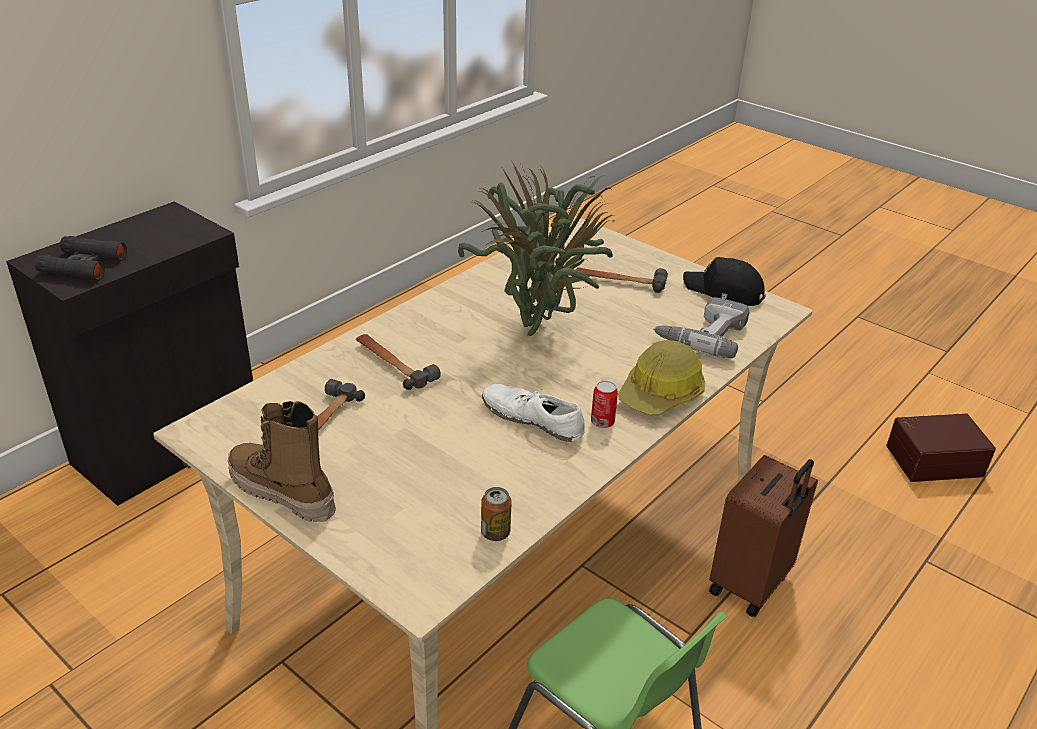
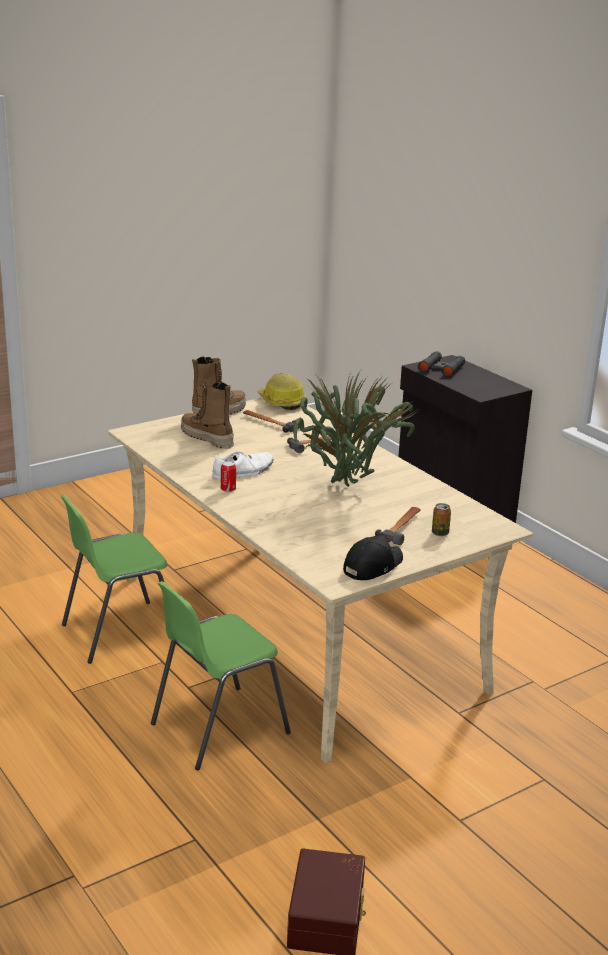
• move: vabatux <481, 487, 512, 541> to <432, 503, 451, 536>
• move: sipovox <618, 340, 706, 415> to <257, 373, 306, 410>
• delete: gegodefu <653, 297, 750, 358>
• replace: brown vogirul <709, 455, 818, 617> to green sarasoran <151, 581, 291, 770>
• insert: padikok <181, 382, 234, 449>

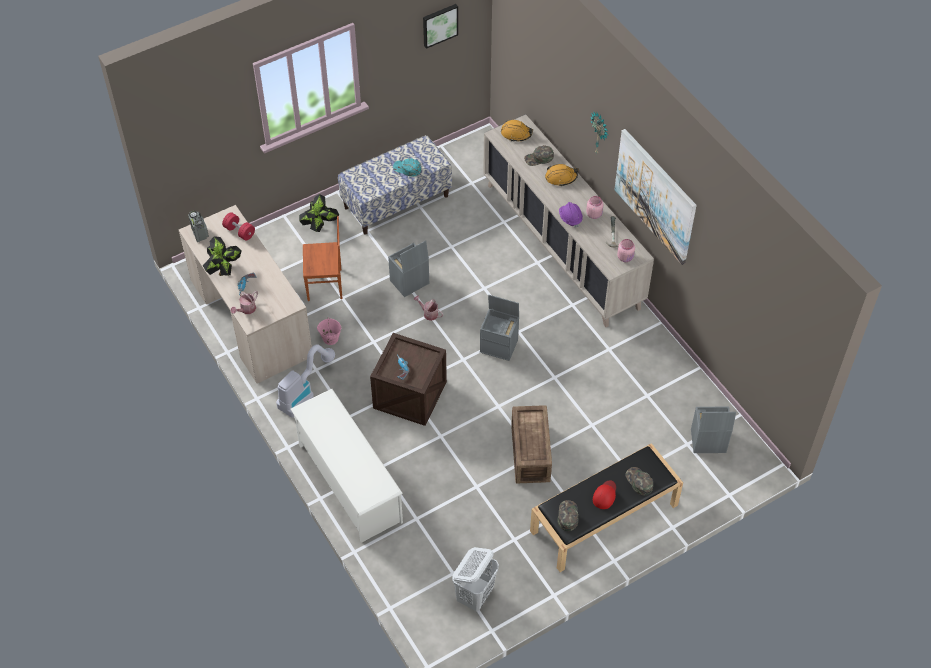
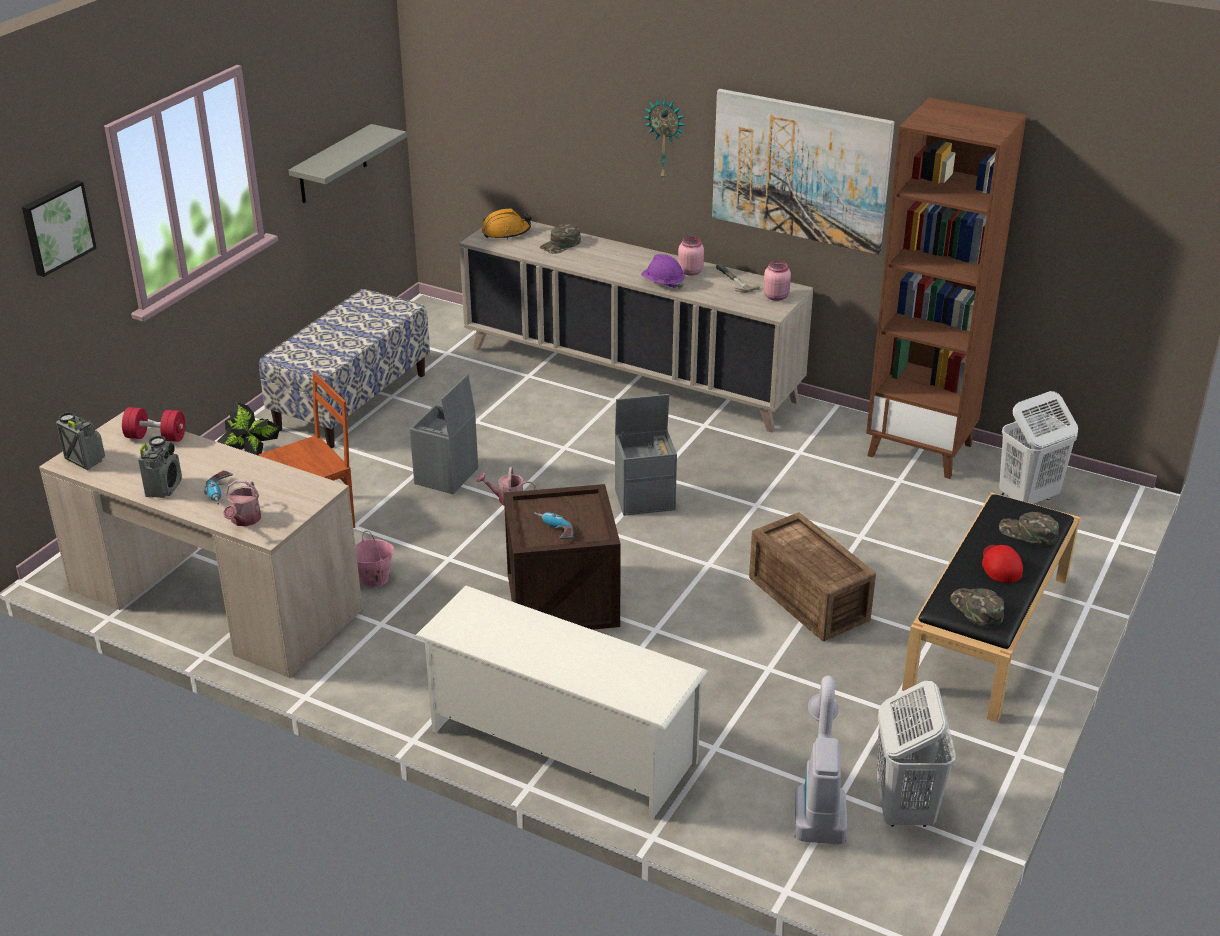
• replace: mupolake <203, 236, 242, 276> to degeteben <138, 436, 182, 498>
• move: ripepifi <276, 345, 335, 418> to <794, 676, 847, 844>
• delete: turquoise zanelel <393, 158, 421, 177>
• move: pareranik <423, 4, 458, 49> to <22, 180, 97, 277>
• delete: orange sipovox <545, 164, 579, 187>
• replace: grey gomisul <691, 407, 736, 453> to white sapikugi <999, 391, 1078, 504>
• insert: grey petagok <289, 124, 407, 203>
• insert: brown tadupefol <866, 98, 1027, 479>

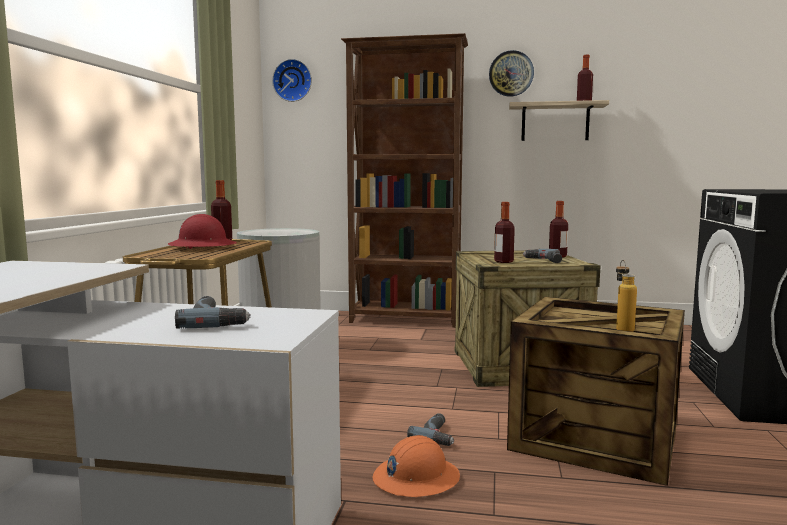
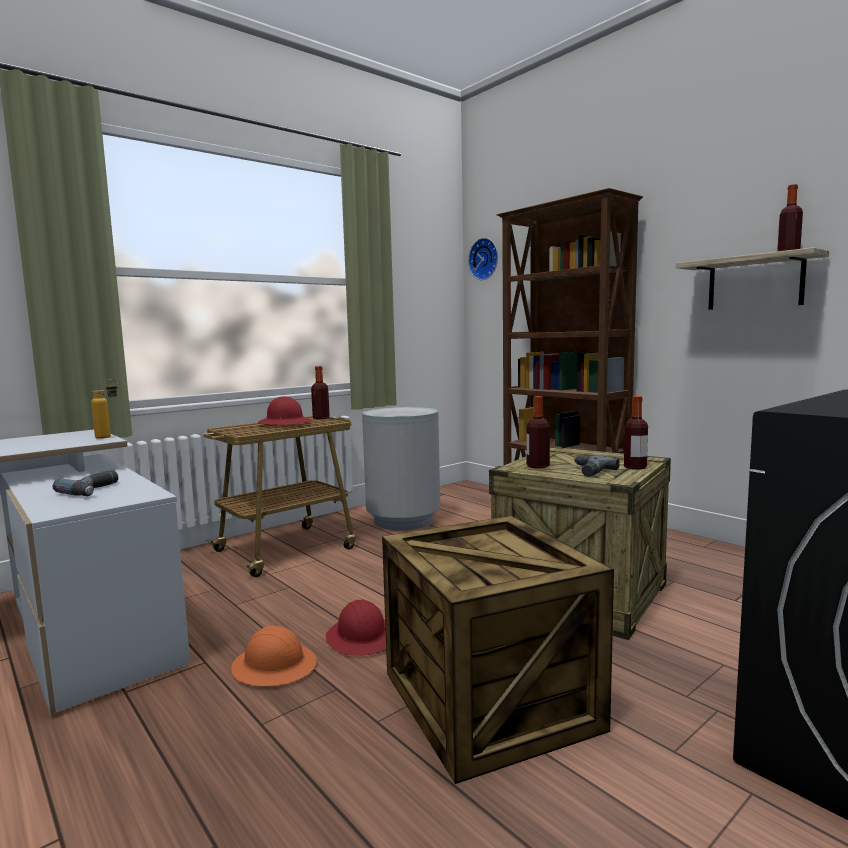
• replace: gegodefu <407, 413, 454, 446> to red sipovox <326, 599, 386, 656>
• delete: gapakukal <489, 50, 534, 97>
• move: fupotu <616, 260, 637, 332> to <91, 379, 118, 439>

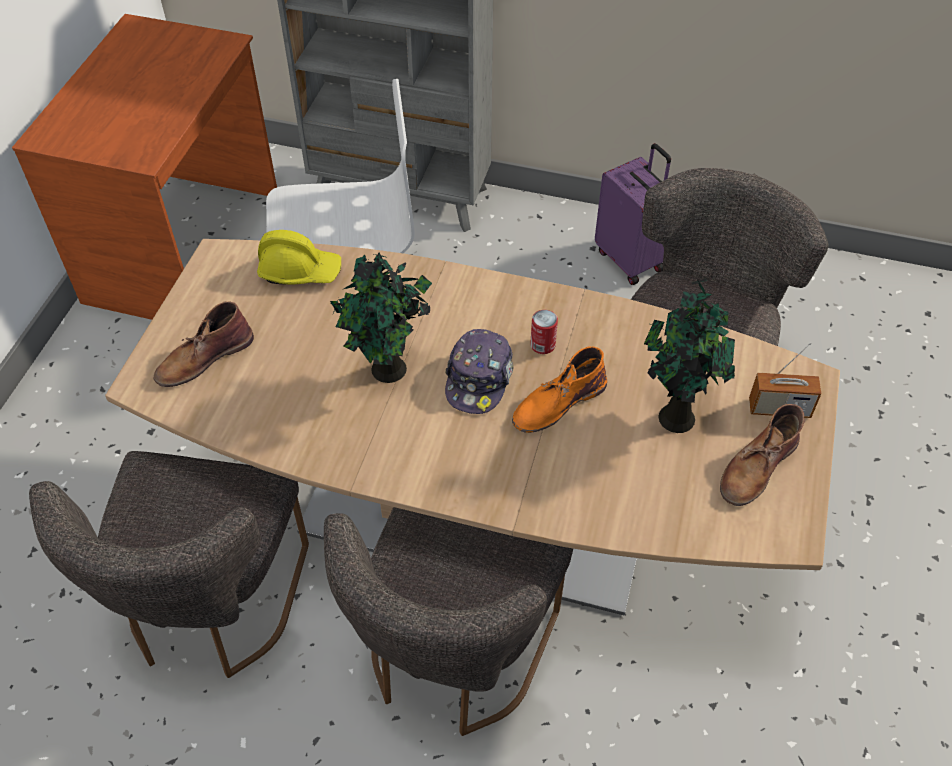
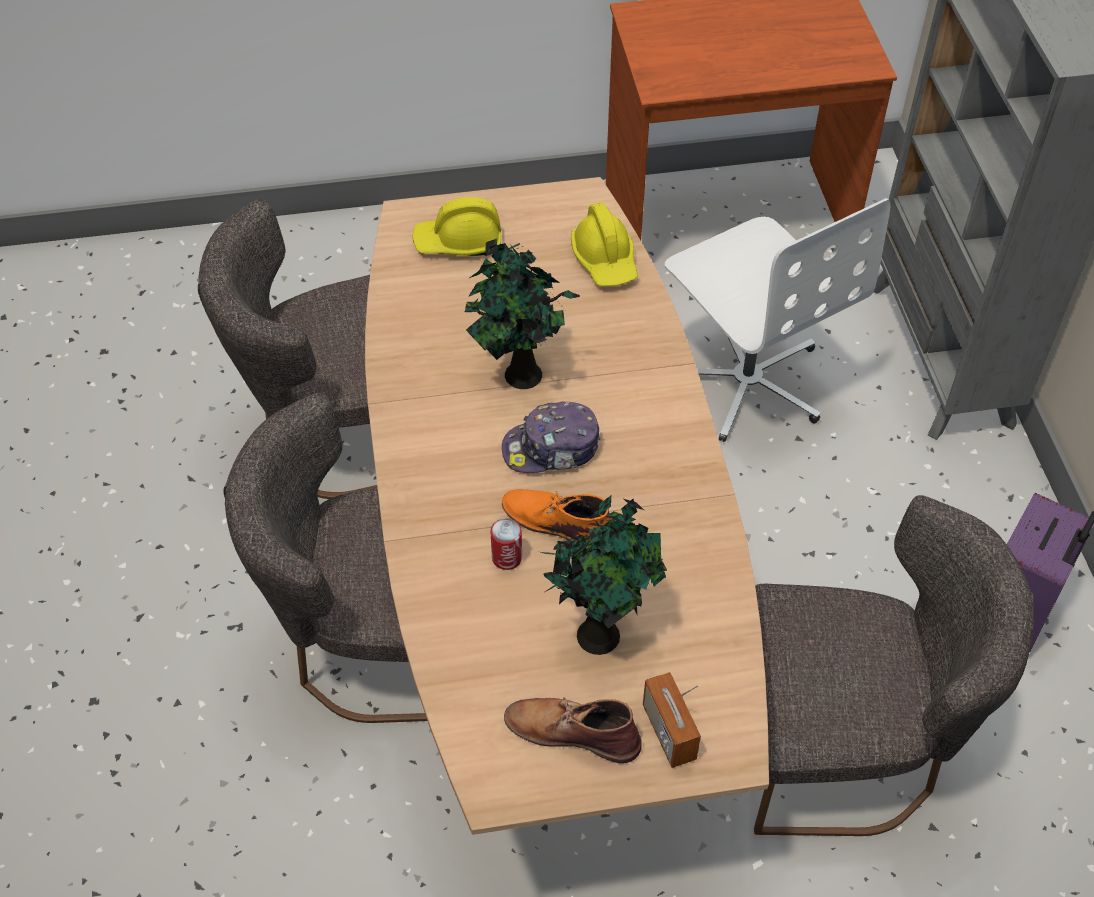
• replace: brown padikok <154, 301, 254, 387> to yellow sipovox <412, 197, 501, 256>
• move: vabatux <530, 310, 558, 354> to <491, 518, 522, 570>

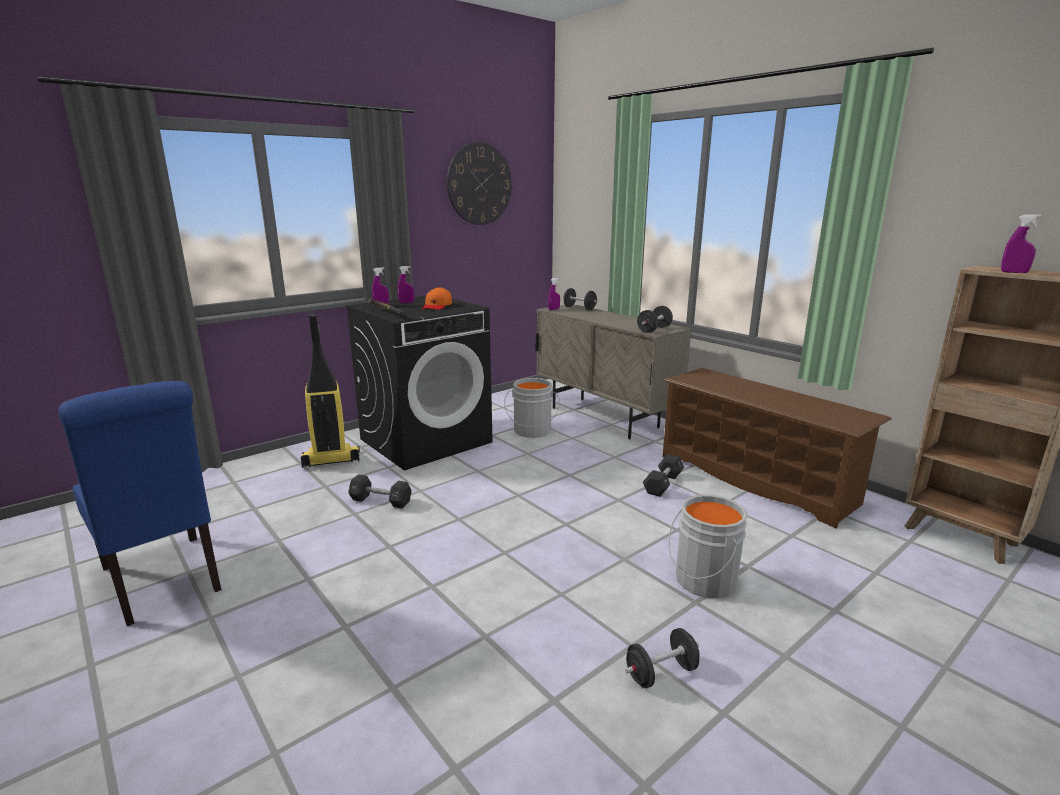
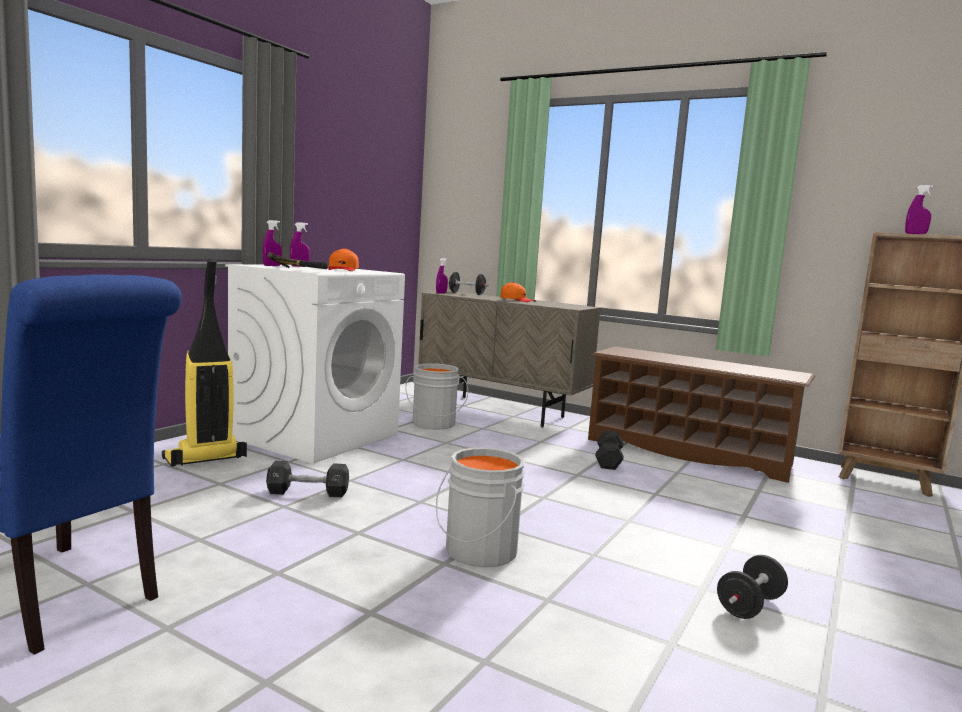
• recolor: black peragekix <345, 295, 493, 470> to white peragekix <225, 264, 405, 463>
• delete: gapakukal <447, 142, 512, 225>
• delete: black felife <637, 306, 673, 333>
• move: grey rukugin <669, 495, 748, 598> to <436, 447, 525, 567>
• insert: orange zanelel <500, 282, 536, 302>

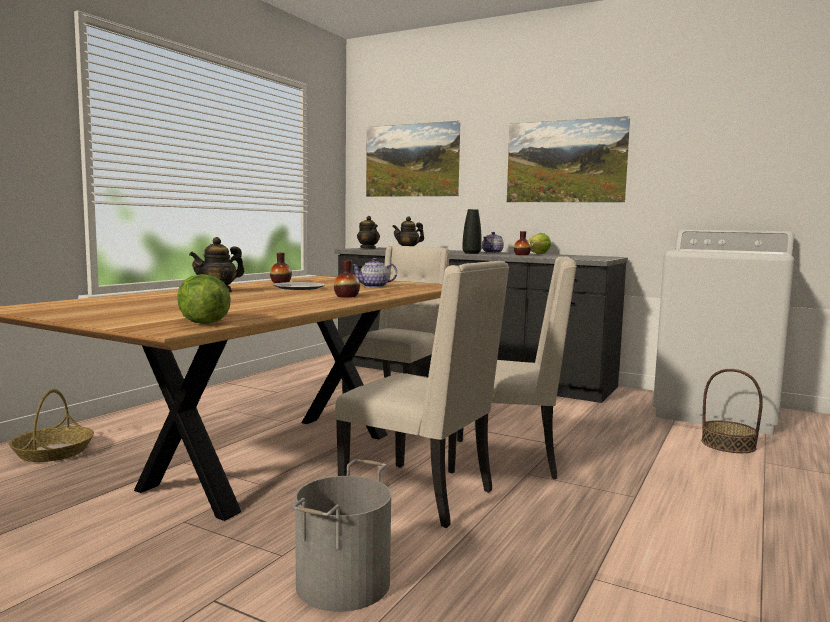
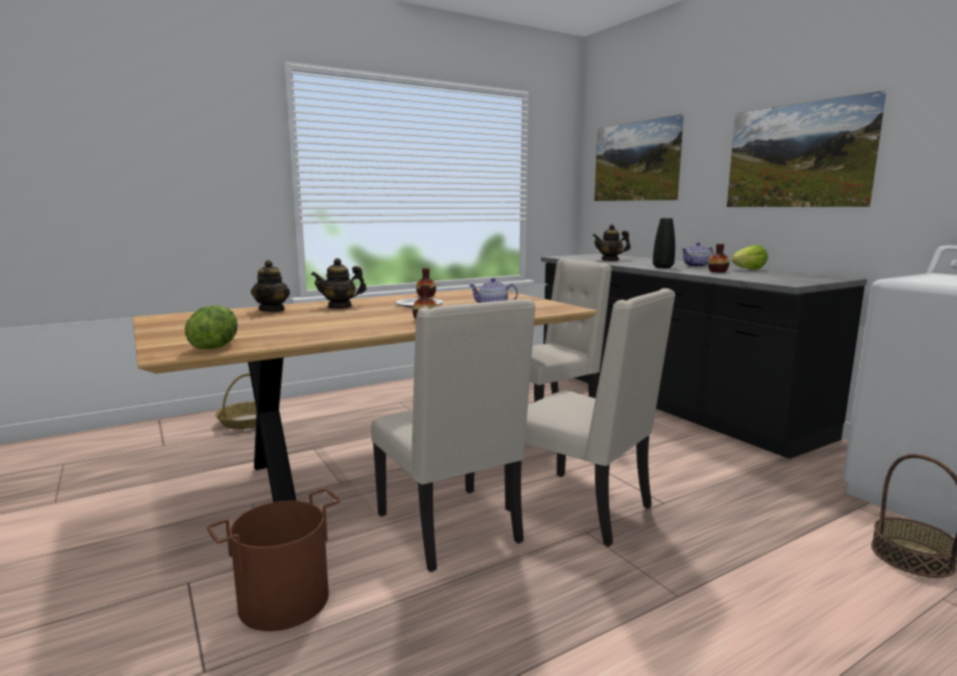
• recolor: grey rukugin <292, 459, 391, 612> to brown rukugin <207, 488, 341, 631>
• move: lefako <357, 216, 380, 249> to <251, 260, 290, 312>

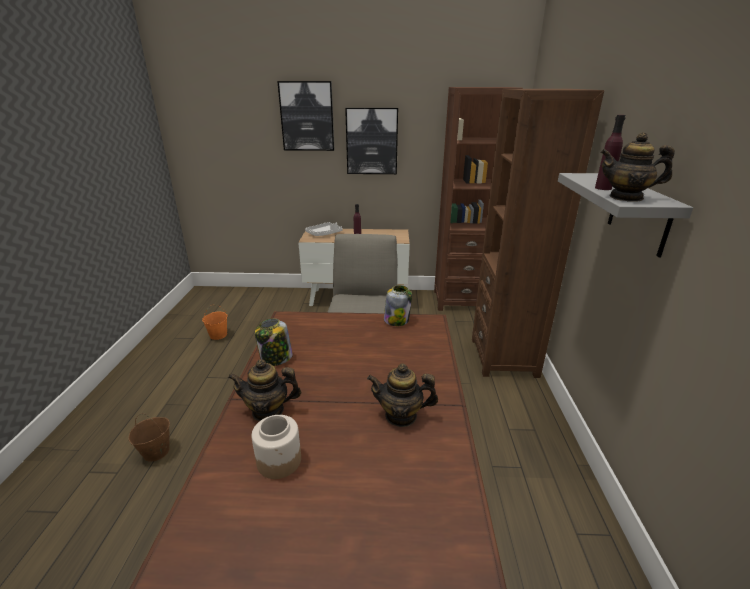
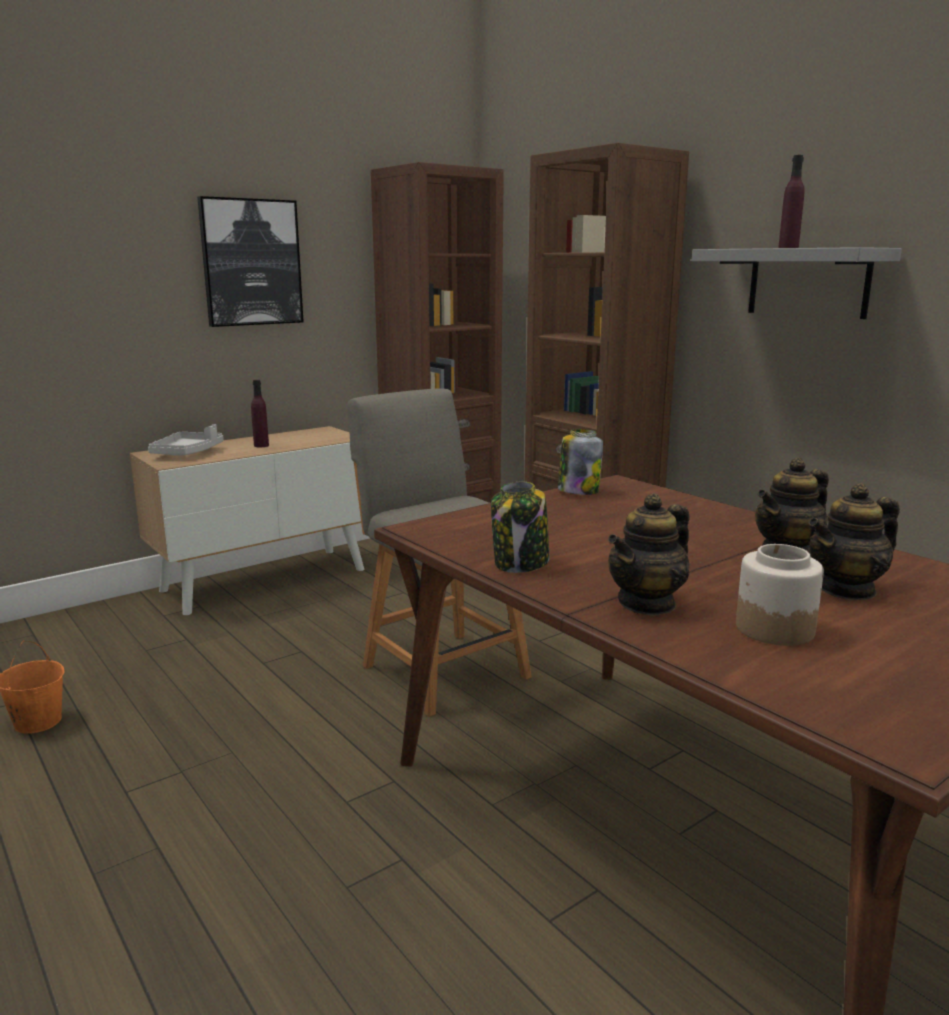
• delete: brown rukugin <128, 413, 170, 462>
• delete: pareranik <277, 81, 334, 151>
• move: lefako <600, 132, 675, 202> to <809, 483, 900, 600>

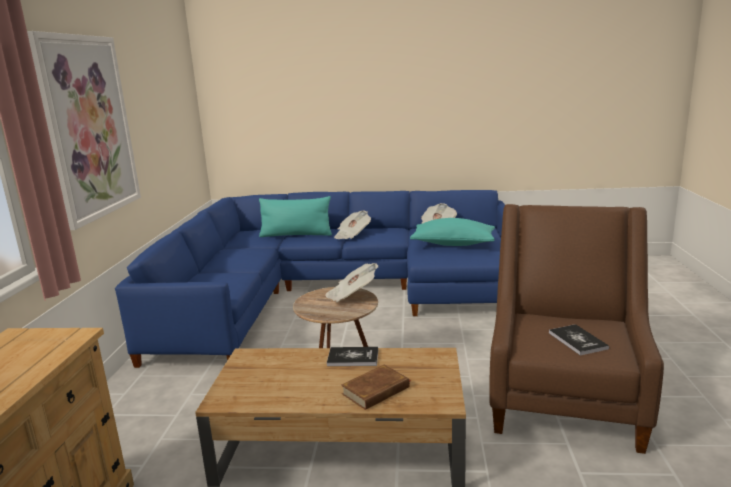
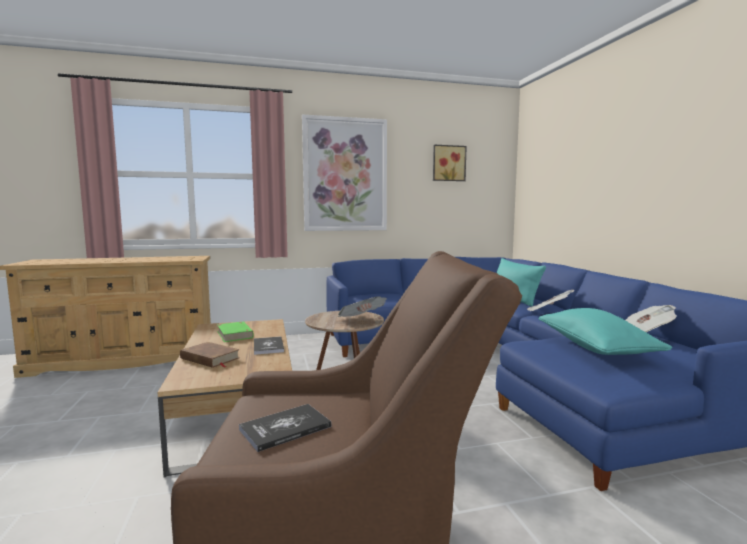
• insert: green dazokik <217, 321, 254, 342>
• insert: pareranik <433, 145, 467, 181>

